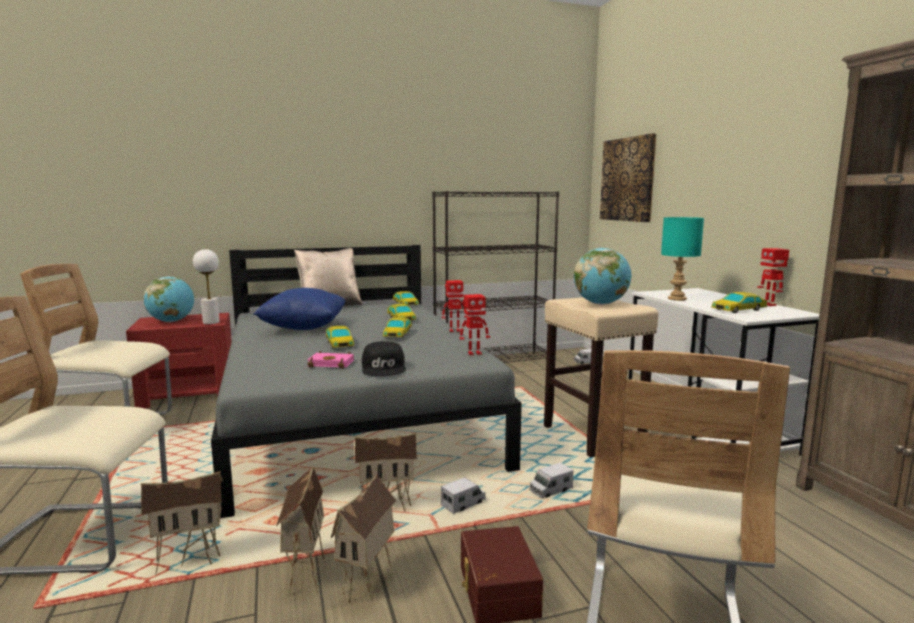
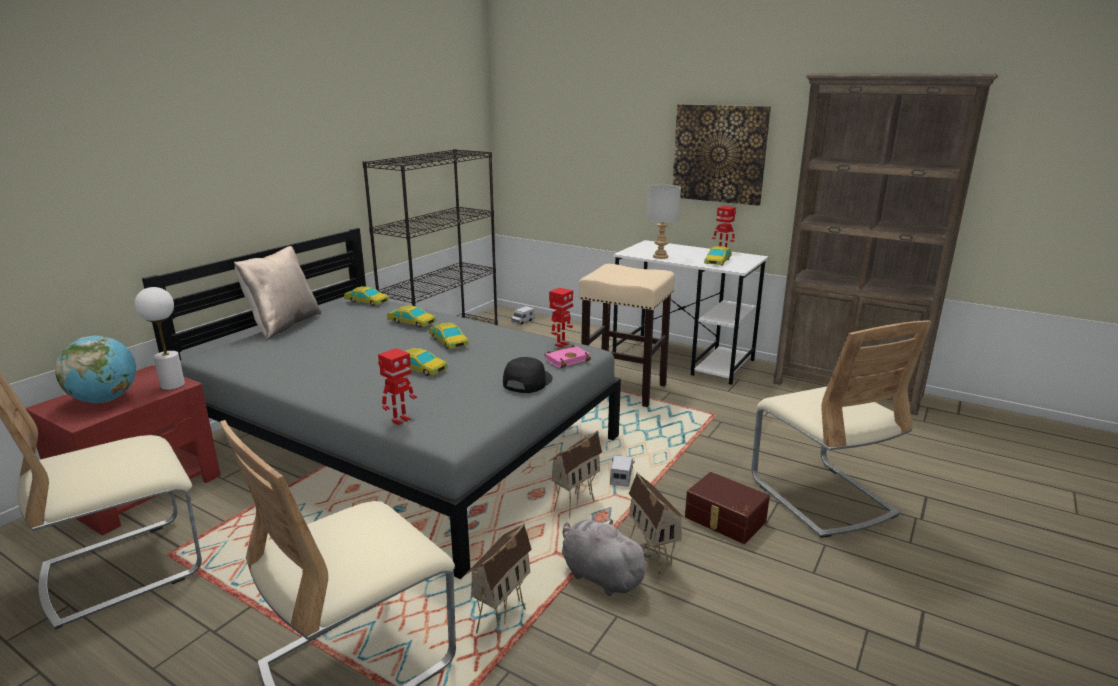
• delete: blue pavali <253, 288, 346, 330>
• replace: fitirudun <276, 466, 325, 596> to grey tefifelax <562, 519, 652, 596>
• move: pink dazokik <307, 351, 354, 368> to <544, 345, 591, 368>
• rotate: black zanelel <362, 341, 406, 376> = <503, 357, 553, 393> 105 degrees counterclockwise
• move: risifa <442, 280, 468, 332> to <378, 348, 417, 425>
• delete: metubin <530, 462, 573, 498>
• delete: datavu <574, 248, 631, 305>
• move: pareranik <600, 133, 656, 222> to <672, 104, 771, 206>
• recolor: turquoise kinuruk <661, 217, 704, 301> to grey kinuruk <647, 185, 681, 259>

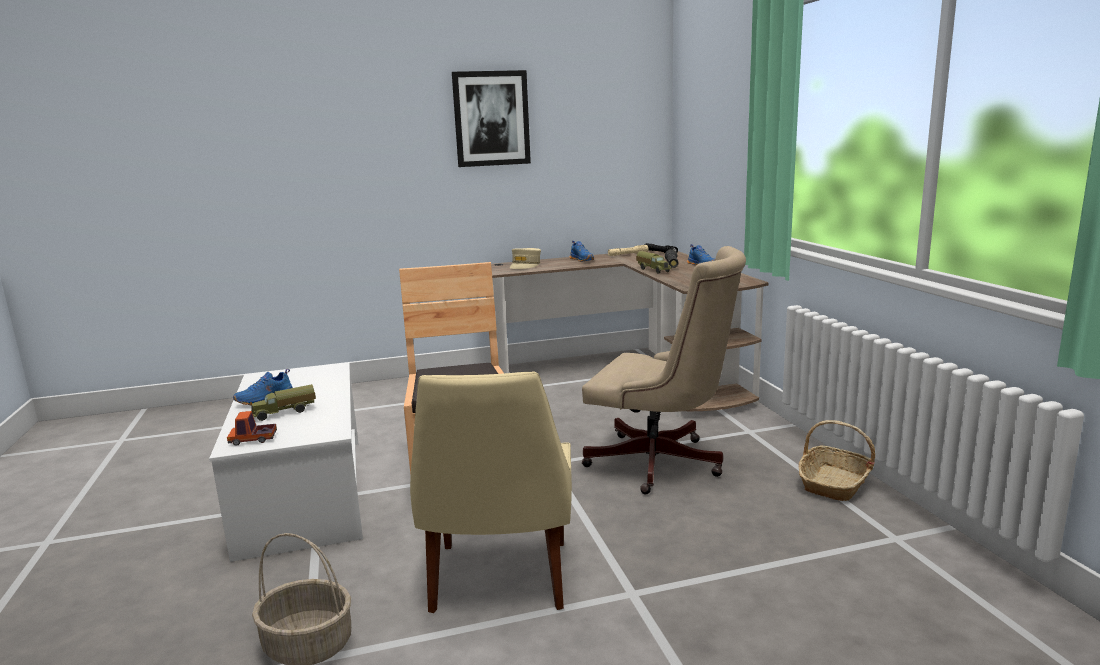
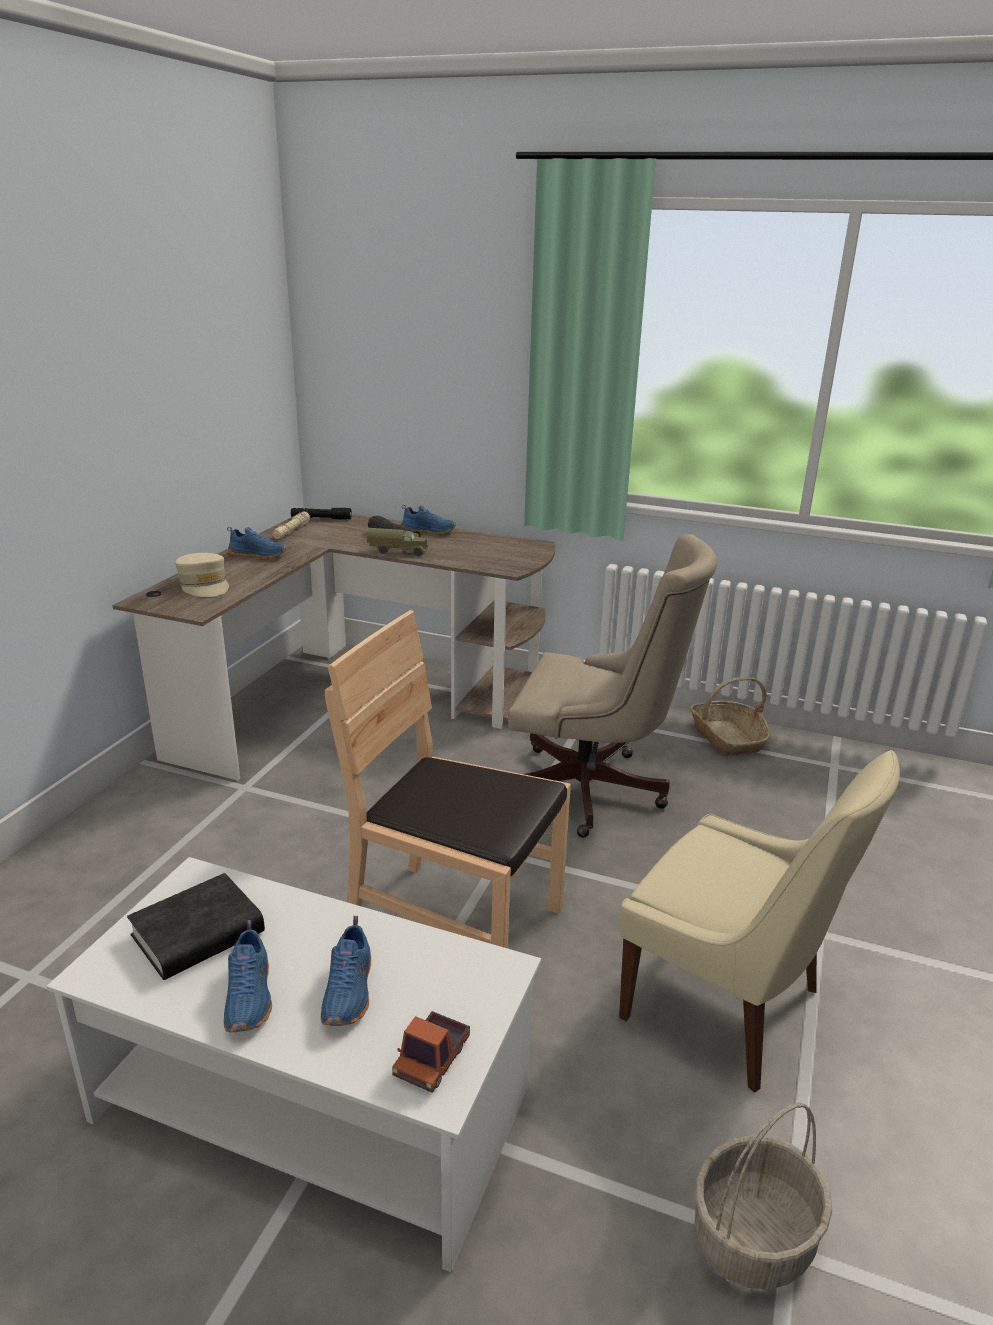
• replace: metubin <251, 384, 316, 421> to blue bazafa <321, 916, 371, 1026>
• delete: pareranik <452, 70, 531, 167>
• rotate: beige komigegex <582, 246, 746, 494> = <508, 534, 718, 838> 45 degrees clockwise
• insert: black dazokik <127, 873, 265, 980>

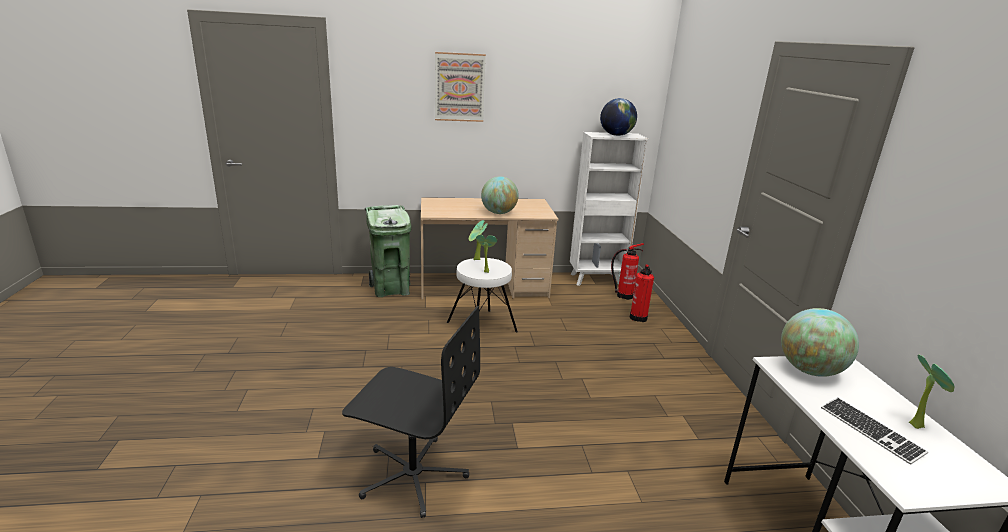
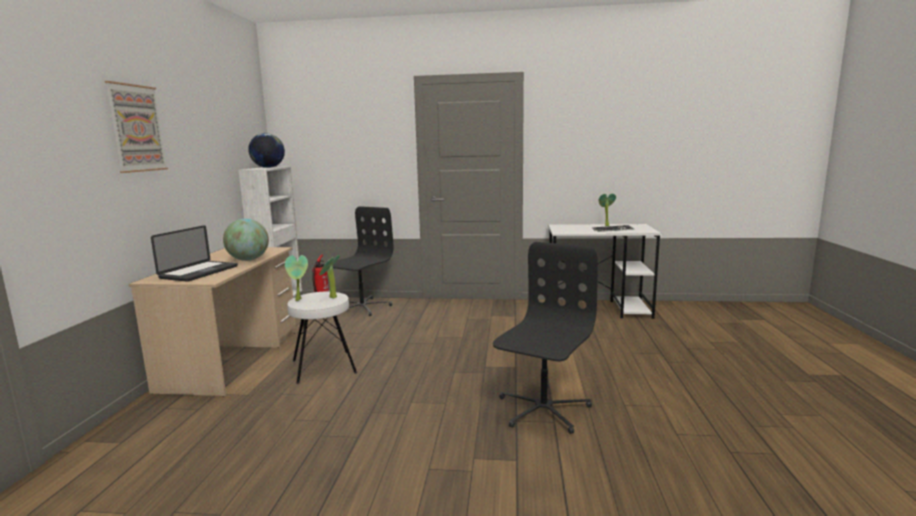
• delete: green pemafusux <365, 205, 411, 297>
• replace: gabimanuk <630, 264, 654, 322> to black komigegex <333, 206, 394, 316>
• delete: datavu <781, 308, 859, 377>
• insert: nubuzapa <151, 225, 238, 282>

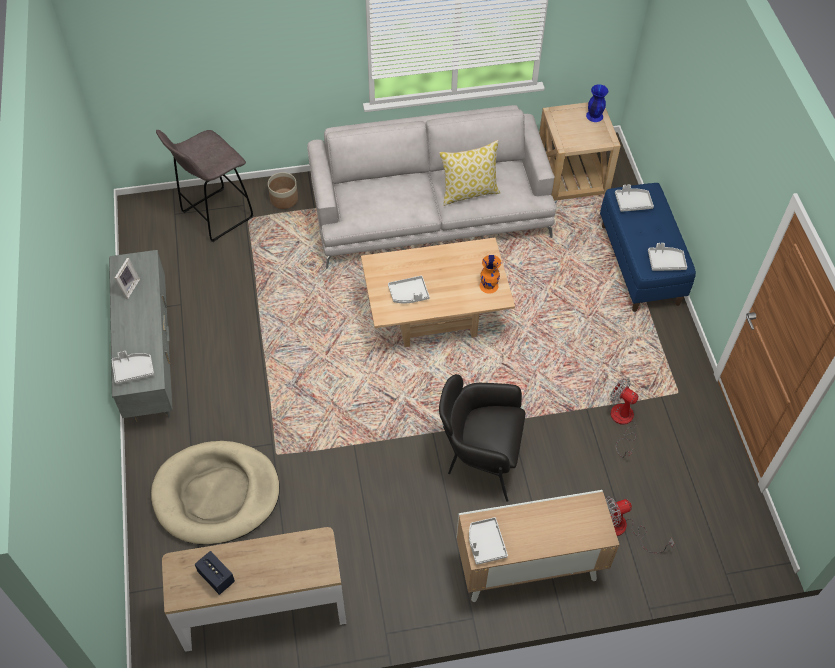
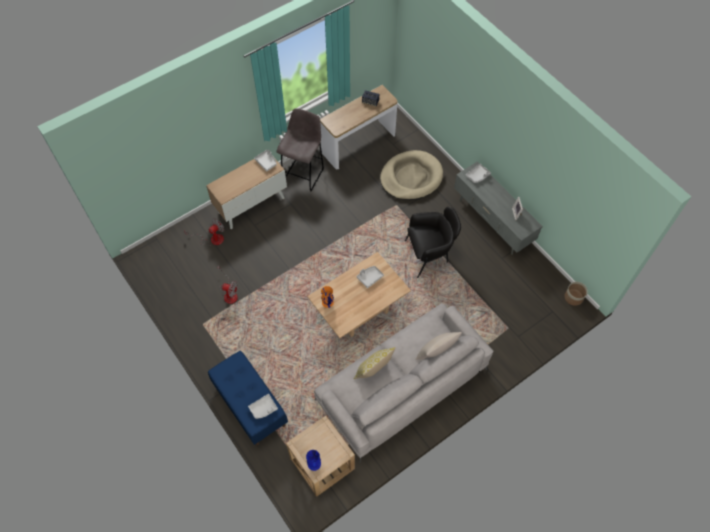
• move: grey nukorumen <156, 130, 253, 242> to <277, 108, 324, 192>
• move: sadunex <268, 172, 298, 209> to <565, 282, 588, 306>
• move: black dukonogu <439, 374, 525, 502> to <405, 207, 461, 278>
• delete: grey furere <648, 243, 687, 271>
• insert: beige pavali <415, 332, 462, 360>

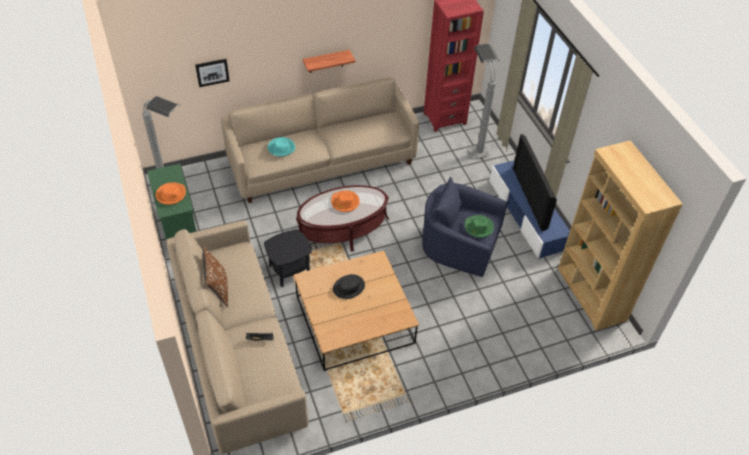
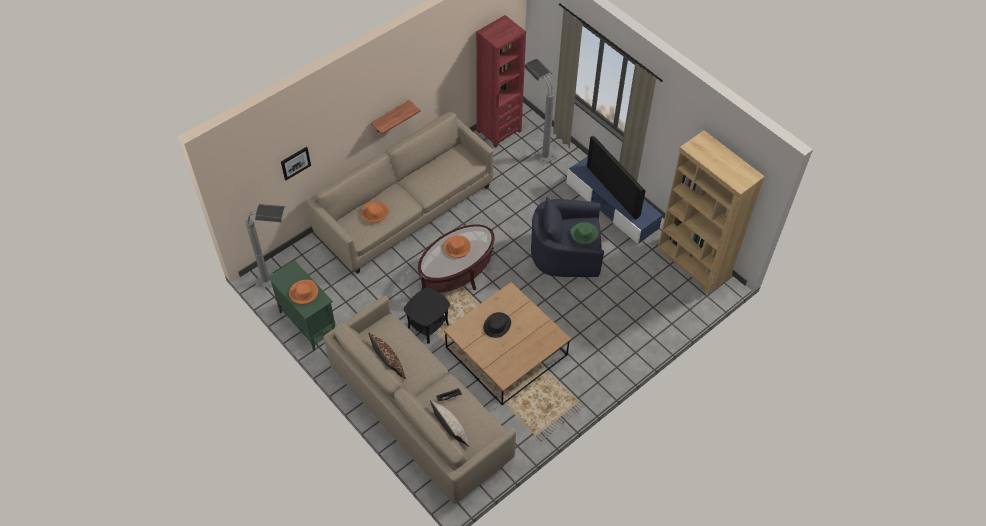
• recolor: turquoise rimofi <268, 137, 295, 157> to orange rimofi <361, 201, 389, 223>
• insert: beige pavali <430, 400, 470, 447>

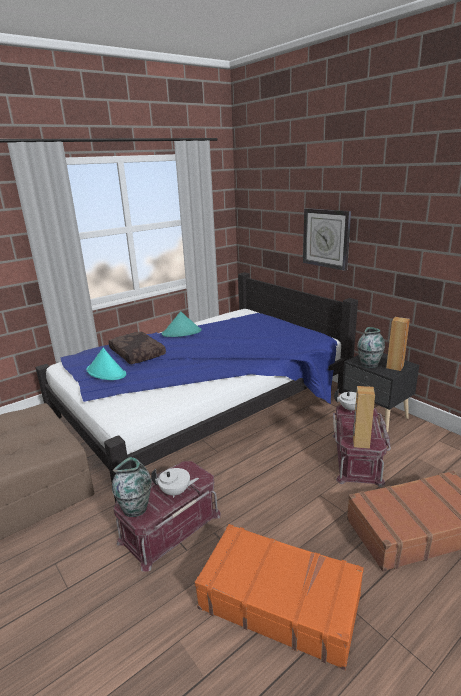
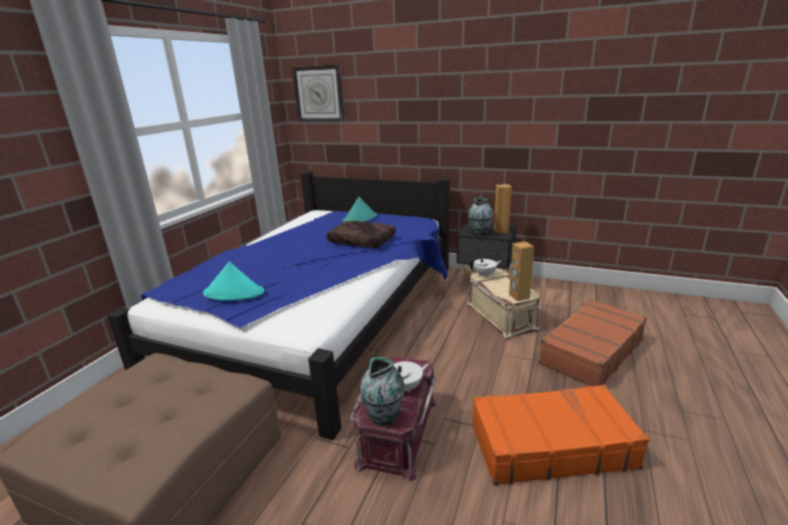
• move: brown pavali <108, 332, 166, 364> to <327, 221, 396, 248>
• move: turquoise rimofi <162, 311, 201, 337> to <343, 197, 377, 222>
• move: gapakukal <303, 208, 351, 271> to <292, 65, 345, 122>
• recolor: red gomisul <333, 405, 391, 487> to beige gomisul <467, 269, 541, 340>

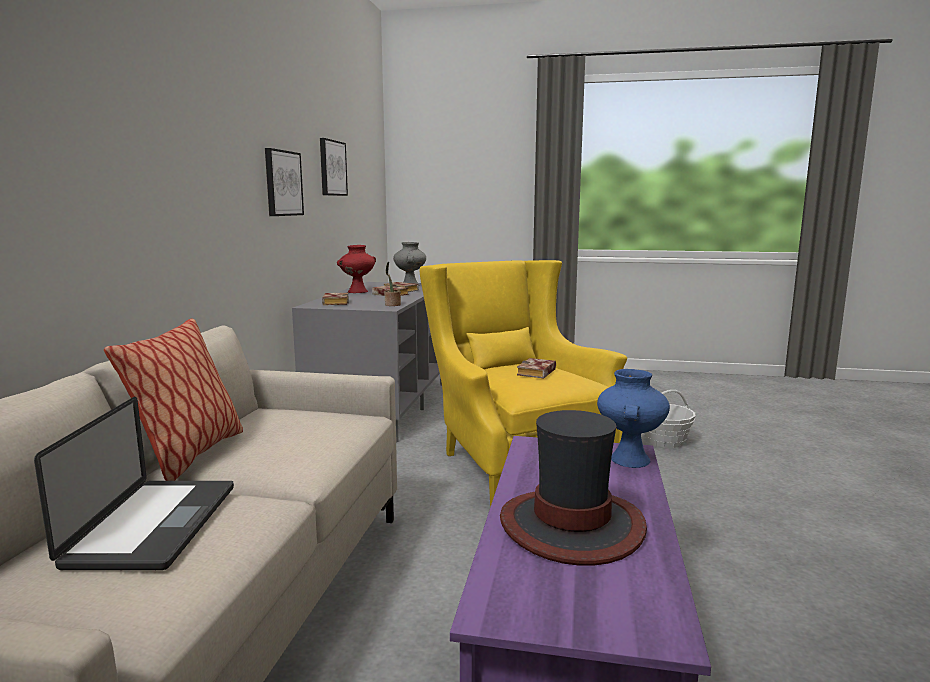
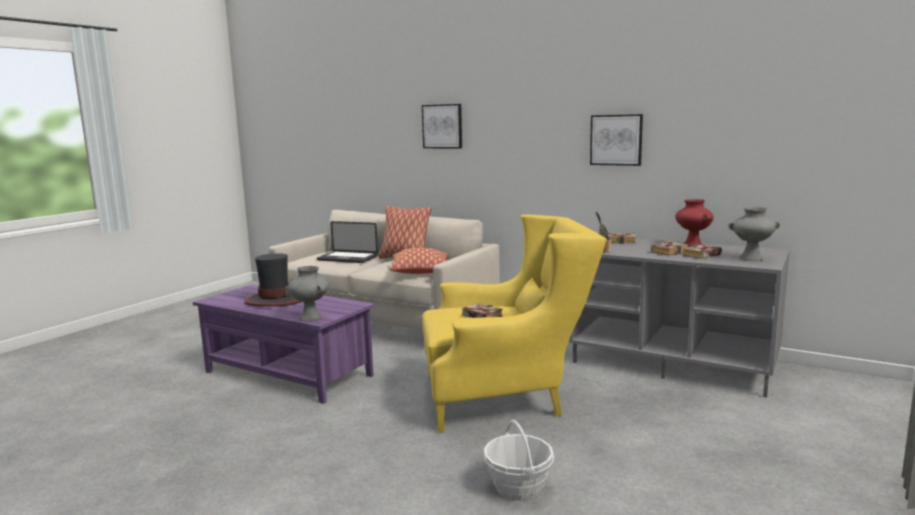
• move: pareranik <320, 138, 348, 196> to <422, 104, 462, 148>
• recolor: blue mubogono <597, 369, 670, 468> to grey mubogono <288, 266, 329, 321>
• insert: pavali <389, 248, 448, 274>

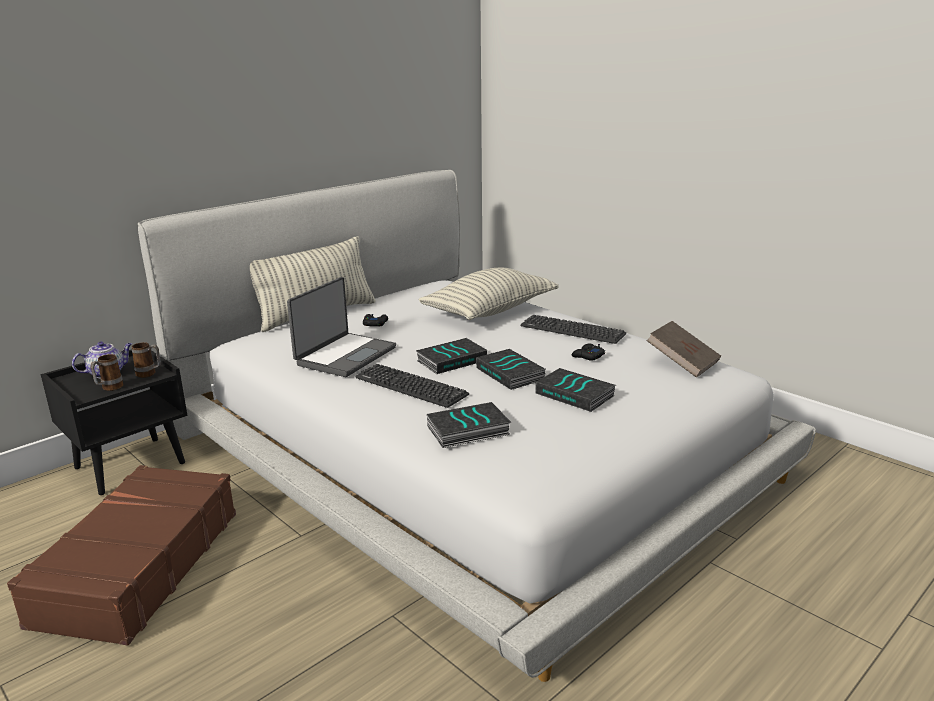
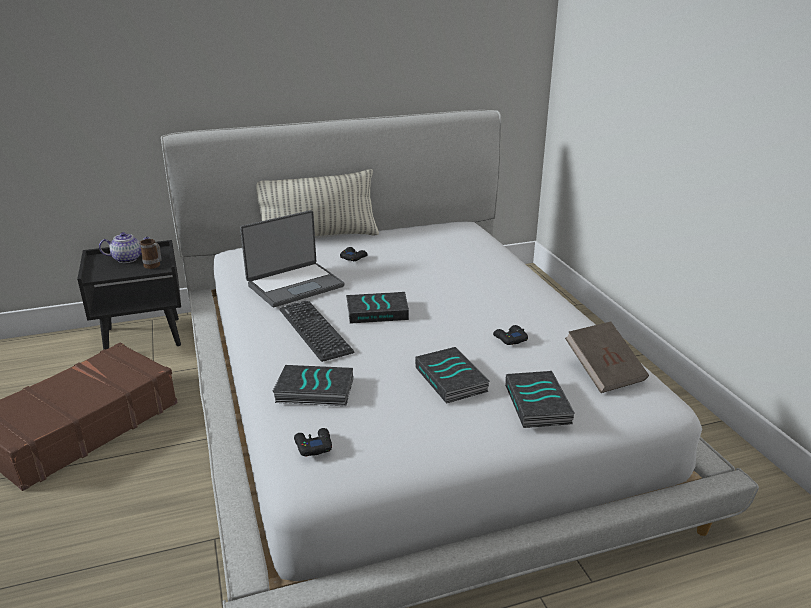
• delete: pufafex <90, 354, 123, 391>
• delete: pavali <419, 268, 559, 320>
• move: dazokik <476, 349, 546, 390> to <505, 371, 575, 428>
• delete: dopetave <521, 315, 626, 344>
• insert: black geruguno <294, 428, 332, 457>

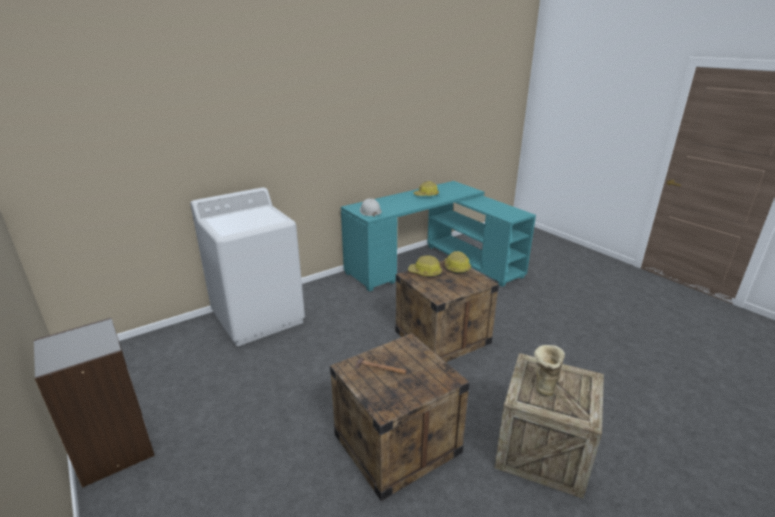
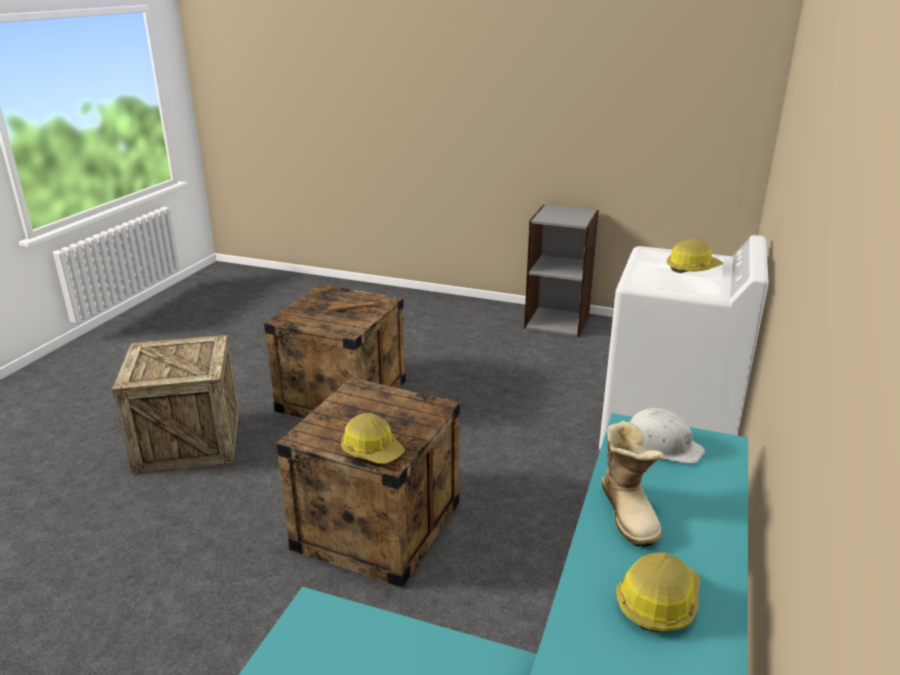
• move: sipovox <408, 255, 442, 276> to <667, 239, 723, 273>
• move: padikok <534, 345, 565, 396> to <602, 421, 664, 547>

